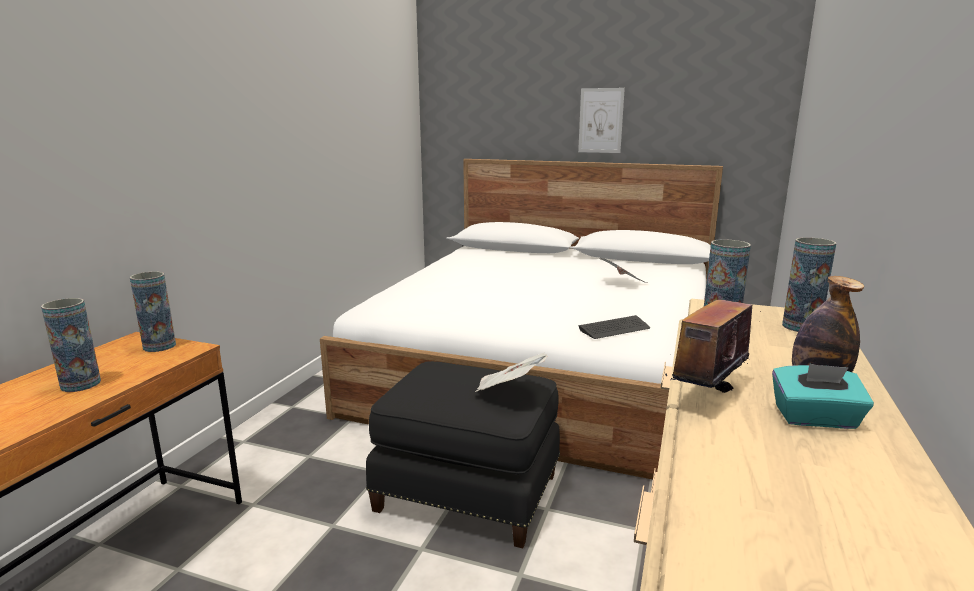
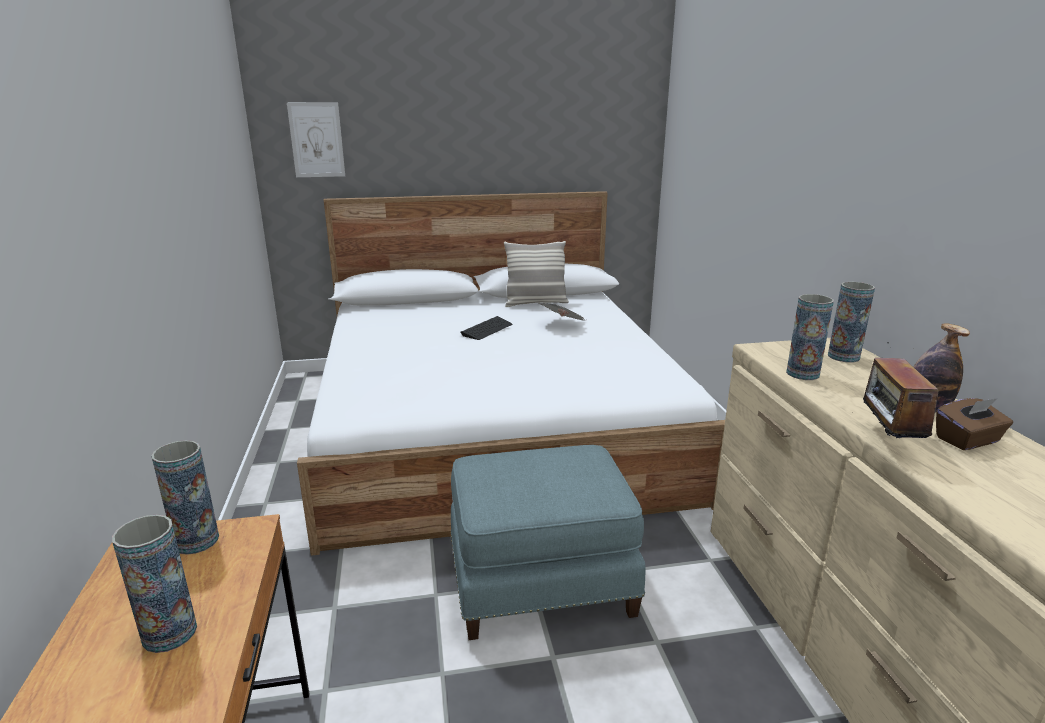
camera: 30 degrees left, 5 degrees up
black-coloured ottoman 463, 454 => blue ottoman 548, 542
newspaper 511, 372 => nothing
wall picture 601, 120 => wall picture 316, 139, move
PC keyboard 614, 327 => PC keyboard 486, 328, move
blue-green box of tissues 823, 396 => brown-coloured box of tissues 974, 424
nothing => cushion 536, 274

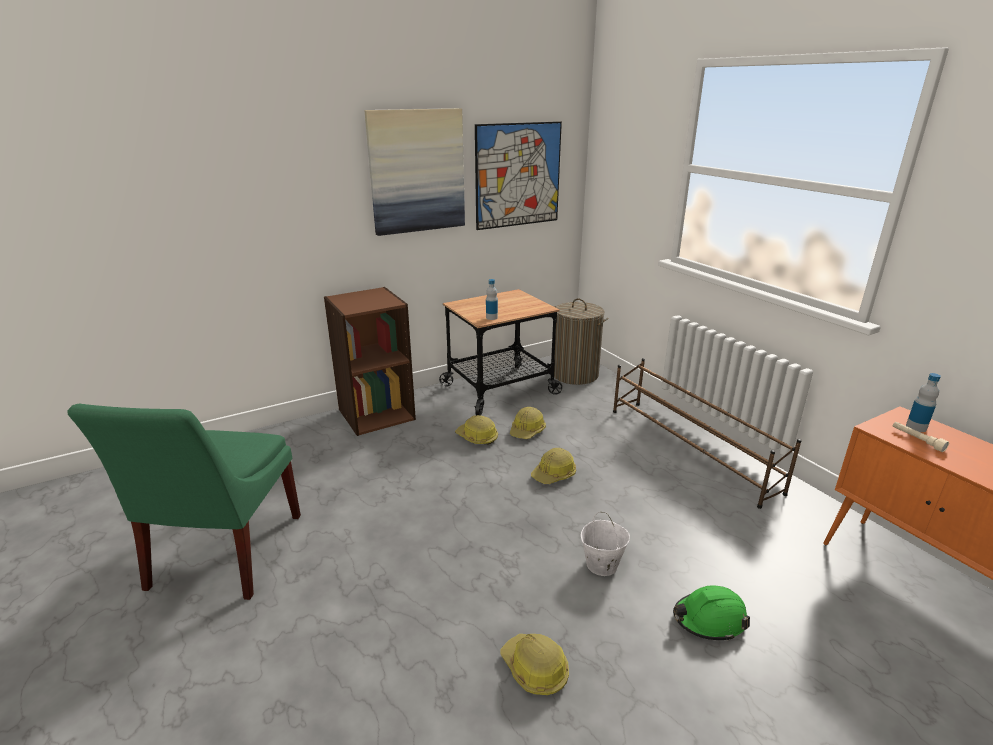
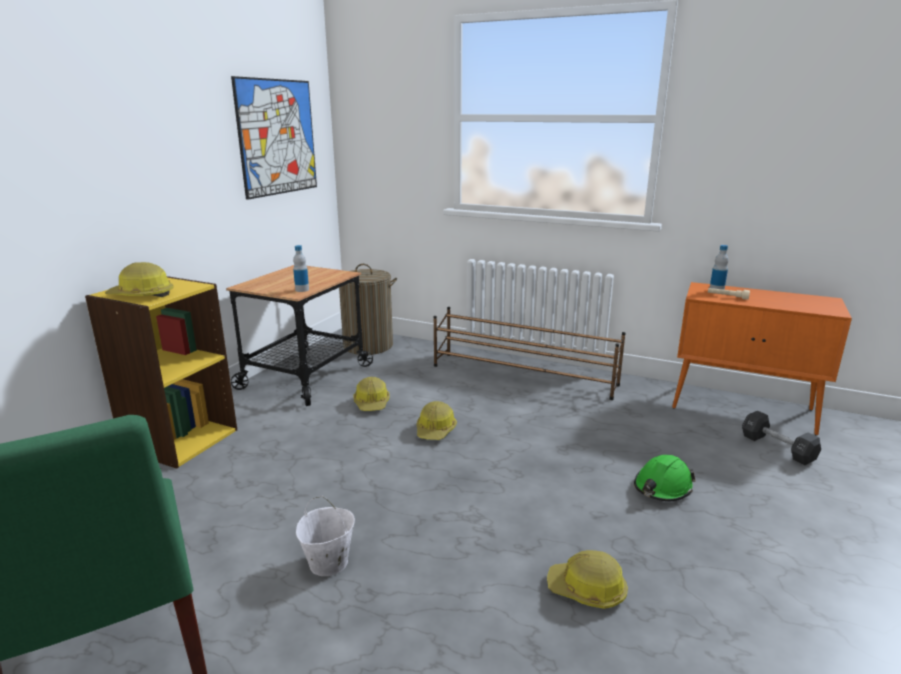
camera: 35 degrees left, 5 degrees down
brown-coloured bookshelf 370, 361 => yellow bookshelf 161, 372
wall picture 415, 172 => nothing
work helmet 476, 430 => work helmet 139, 279, move
white water bucket 605, 544 => white water bucket 325, 536, move
nothing => black-coloured hand weight 781, 438

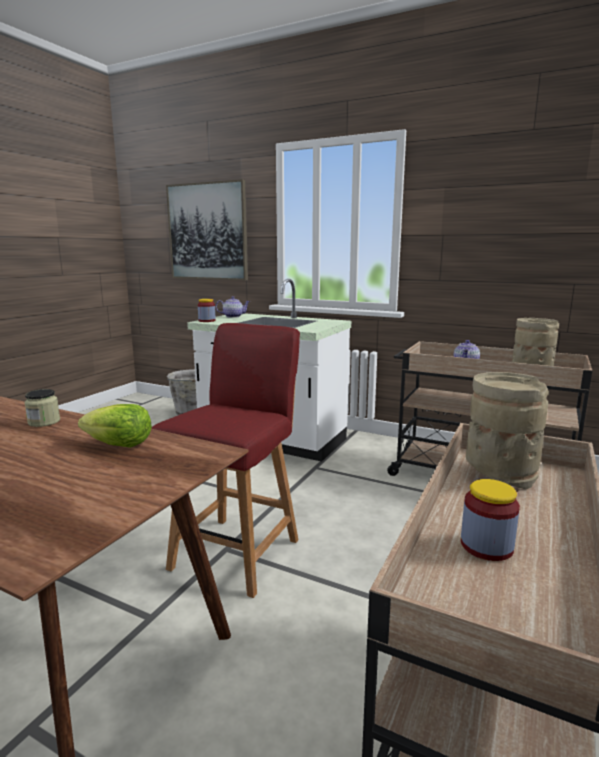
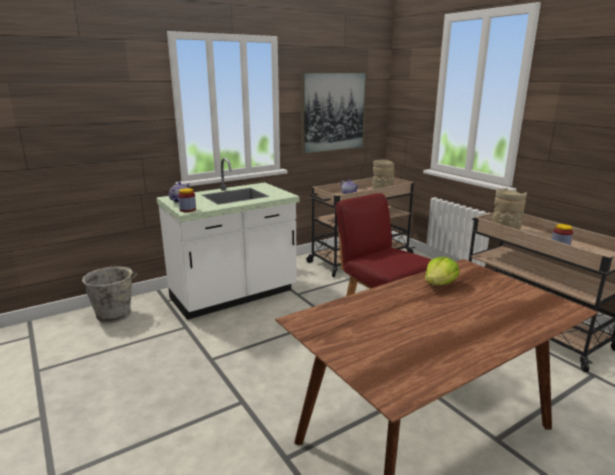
camera: 60 degrees left, 5 degrees up
jar 42, 408 => nothing
wall picture 207, 229 => wall picture 334, 113, move

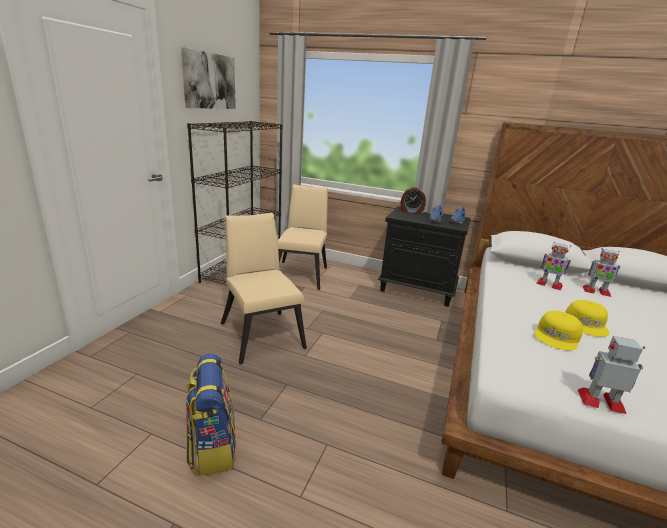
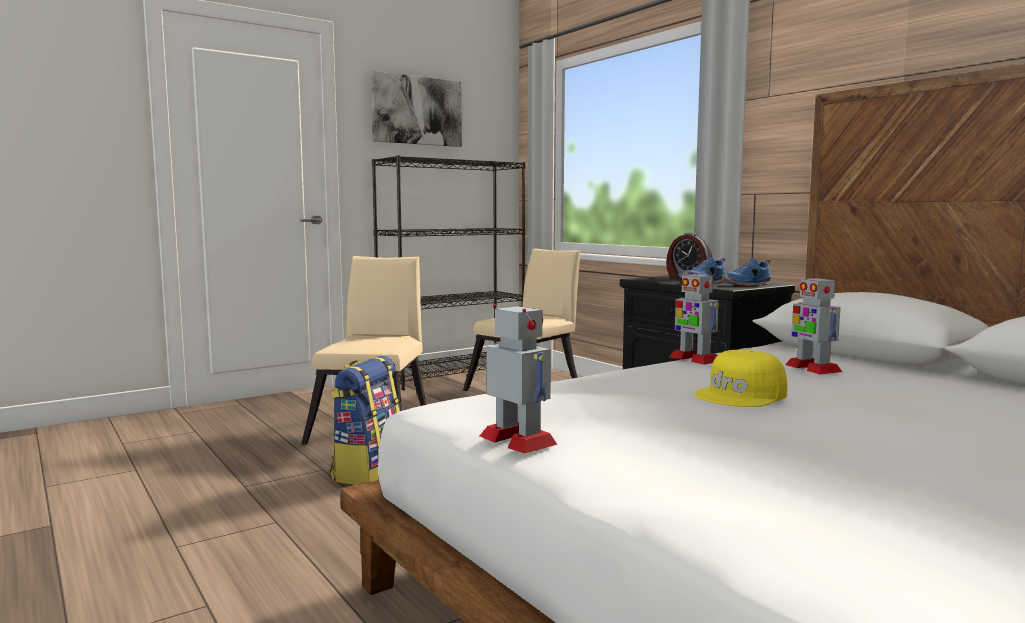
camera: 35 degrees right, 15 degrees down
backpack 211, 415 => backpack 365, 420, move
yellow baseball cap 558, 331 => nothing
model robot 601, 272 => model robot 694, 318, move

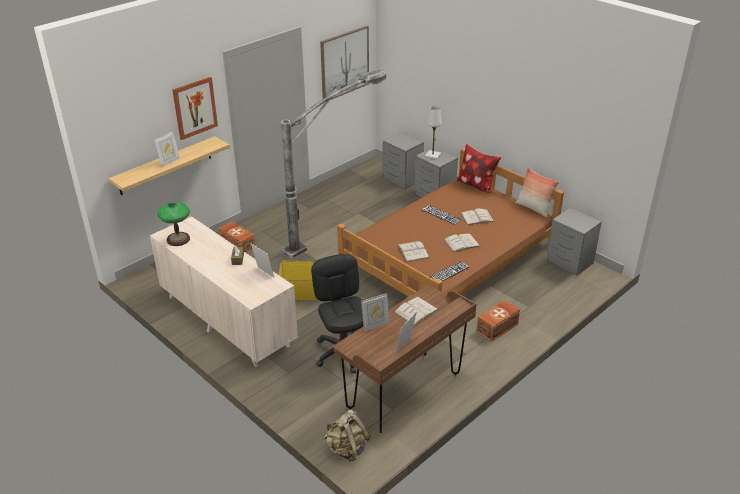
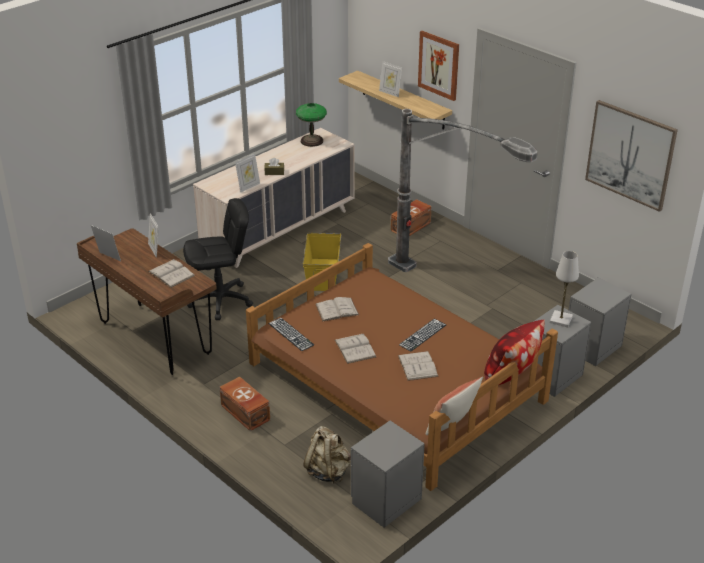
camera: 90 degrees right, 0 degrees up
sand-coloured backpack 347, 435 => sand-coloured backpack 327, 455, move

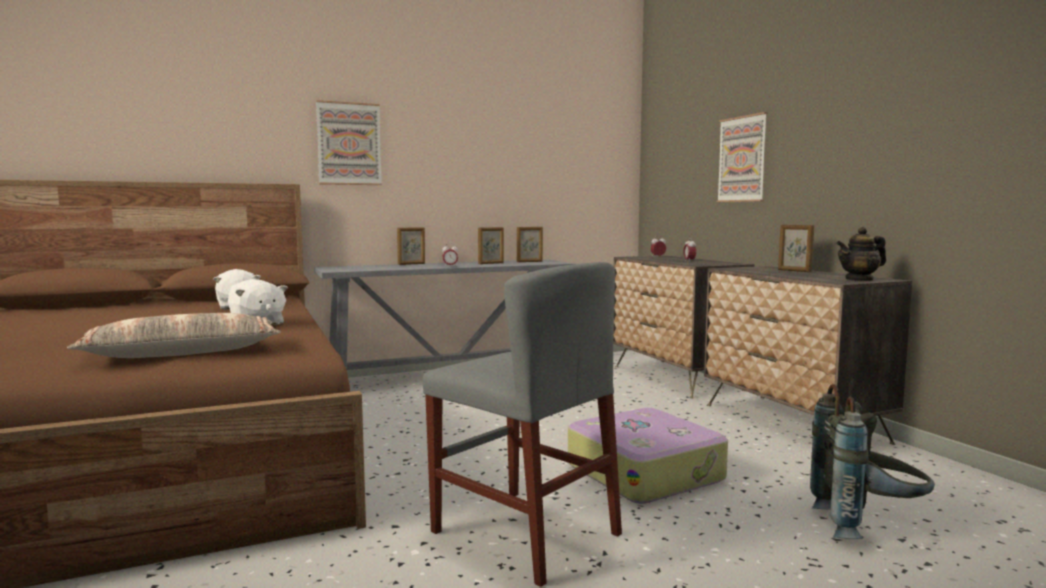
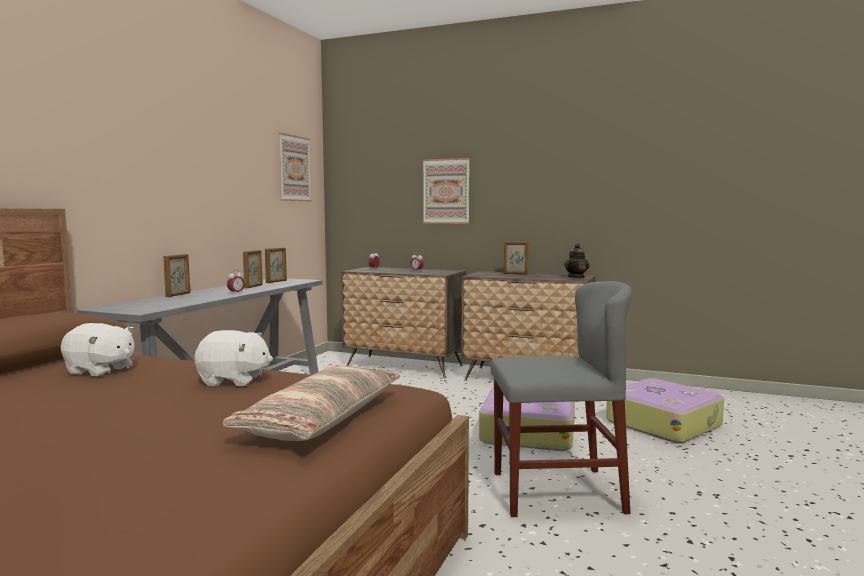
camera: 45 degrees left, 0 degrees up
wall picture 349, 142 => wall picture 295, 167, move
grey backpack 872, 461 => travel case 665, 410

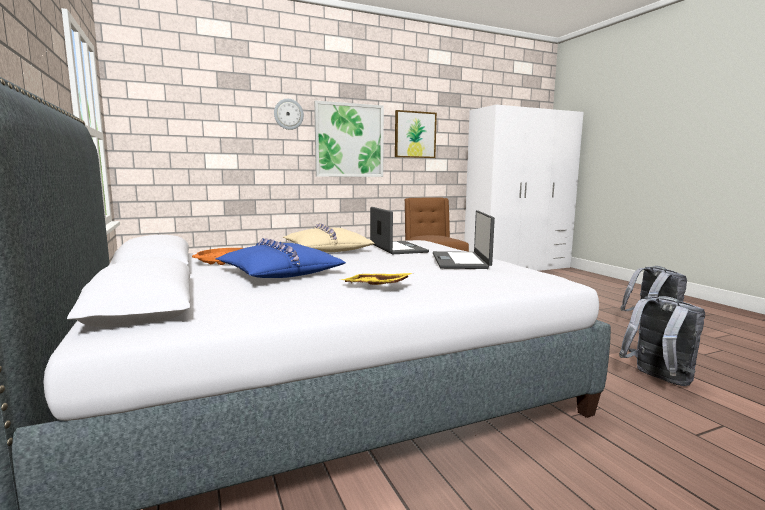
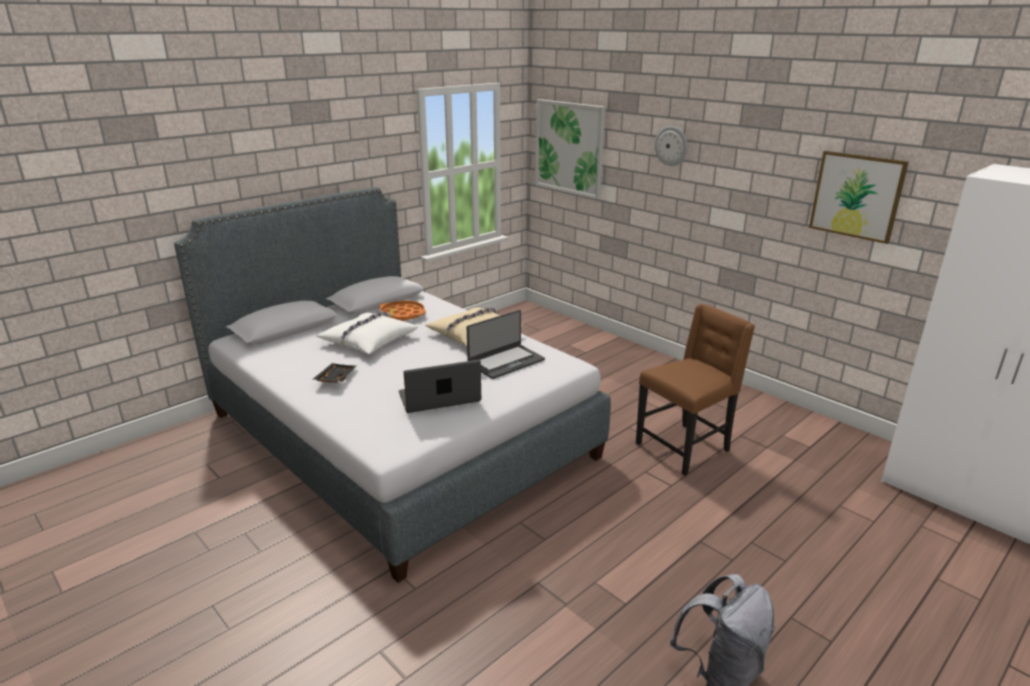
camera: 70 degrees right, 15 degrees up
blue cushion 281, 258 => white cushion 367, 332
wall picture 349, 138 => wall picture 570, 149, move
yellow serving tray 377, 279 => black-coloured serving tray 335, 373
grey backpack 662, 341 => nothing

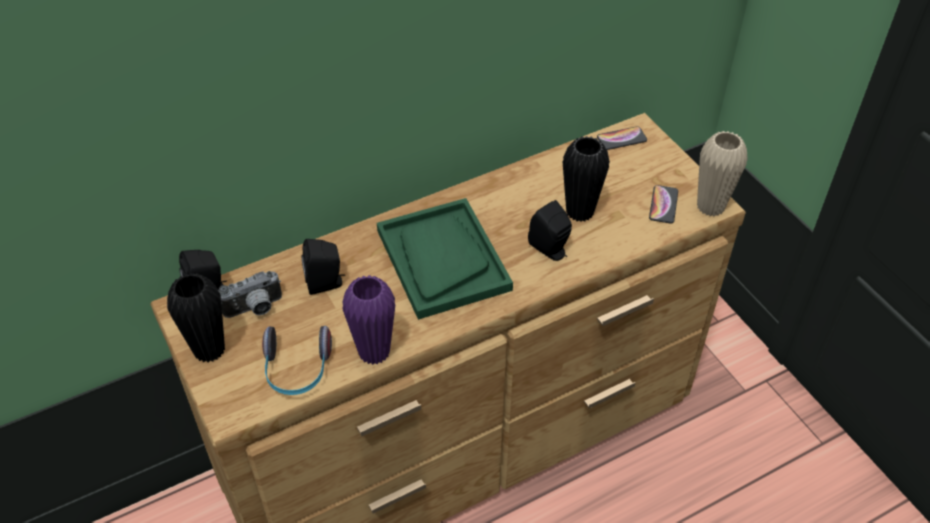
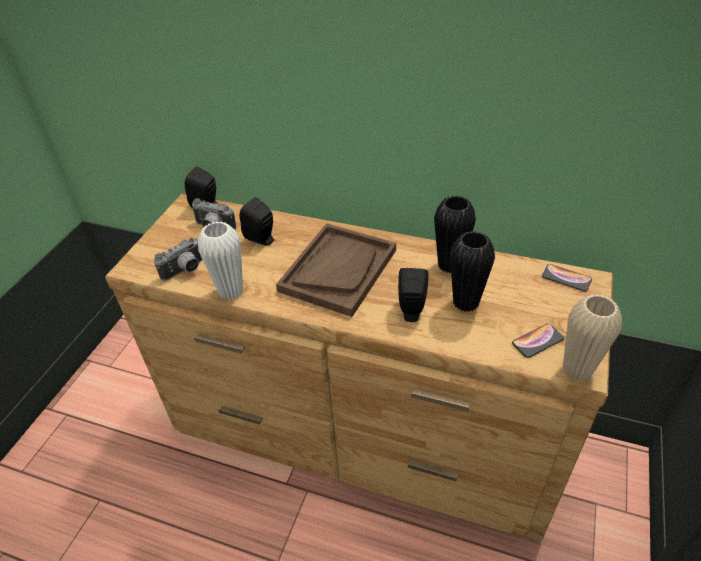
camera: 50 degrees right, 5 degrees down
black-coloured flower vase 196, 318 => black-coloured flower vase 455, 234, move
headphones 297, 360 => still camera 178, 259
purple-coloured flower vase 368, 320 => white flower vase 220, 260
greenish serving tray 445, 259 => brown-coloured serving tray 336, 270

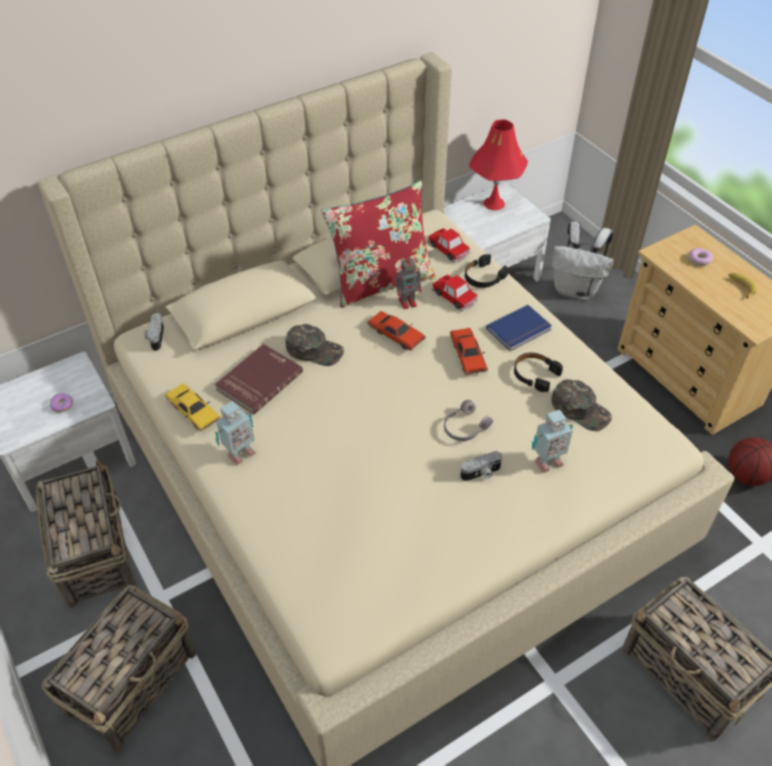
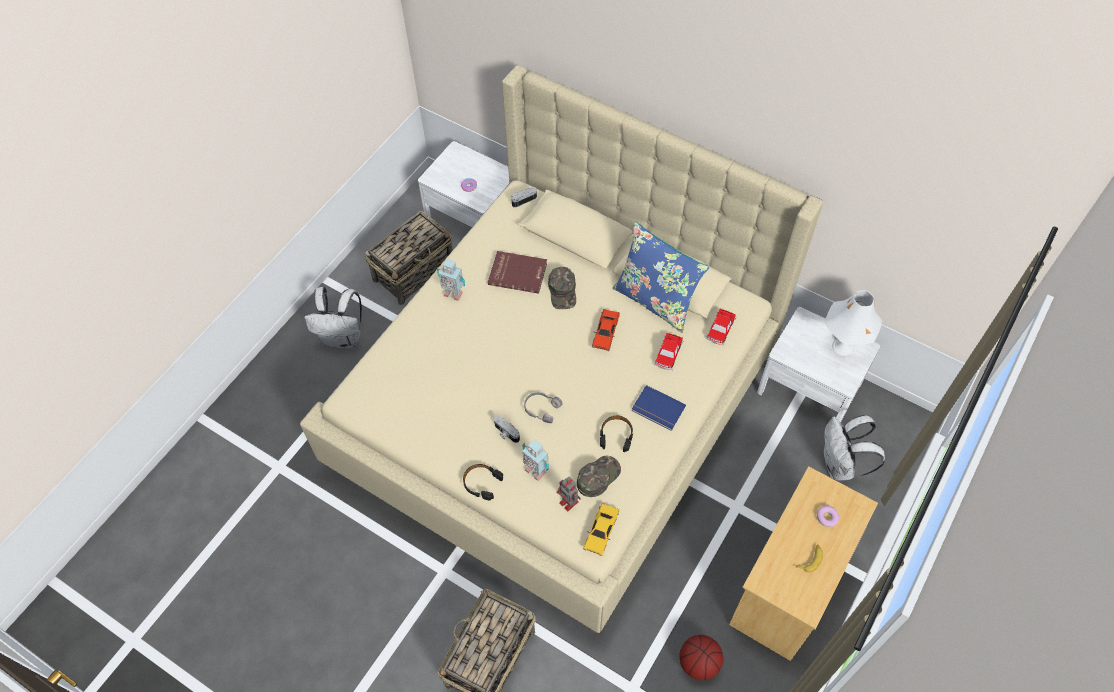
camera: 65 degrees right, 10 degrees up
basket 119, 668 => white backpack 333, 317
yellow model car 193, 407 => yellow model car 601, 529, move
red-coloured cushion 378, 244 => blue cushion 661, 277
model robot 409, 282 => model robot 568, 494, move
red-coloured model car 469, 351 => nothing
black-coloured headphones 486, 271 => black-coloured headphones 483, 482, move
red-coloured table lamp 498, 165 => white table lamp 853, 323
greenish baseball cap 581, 405 => greenish baseball cap 599, 476, 150 degrees counterclockwise

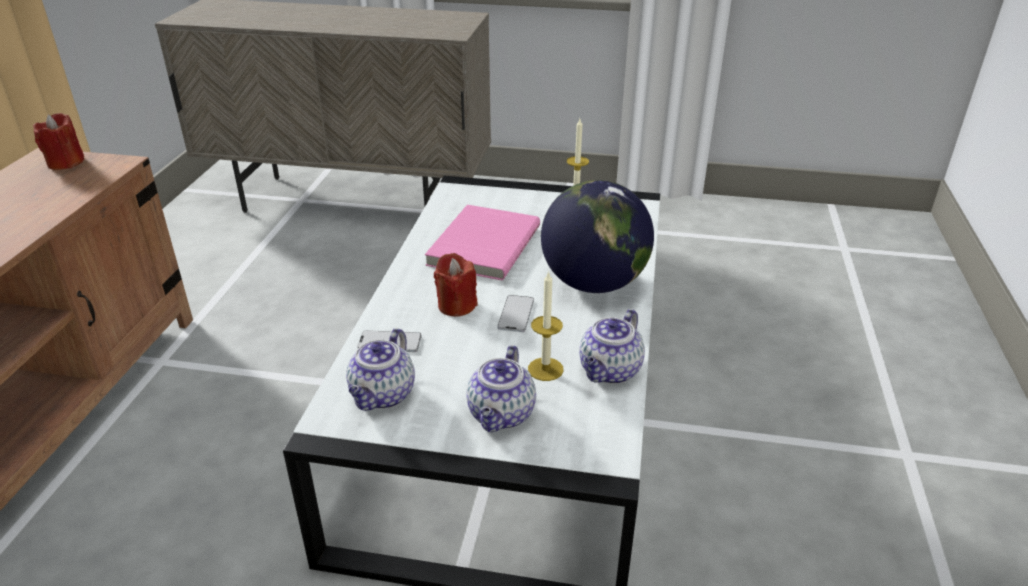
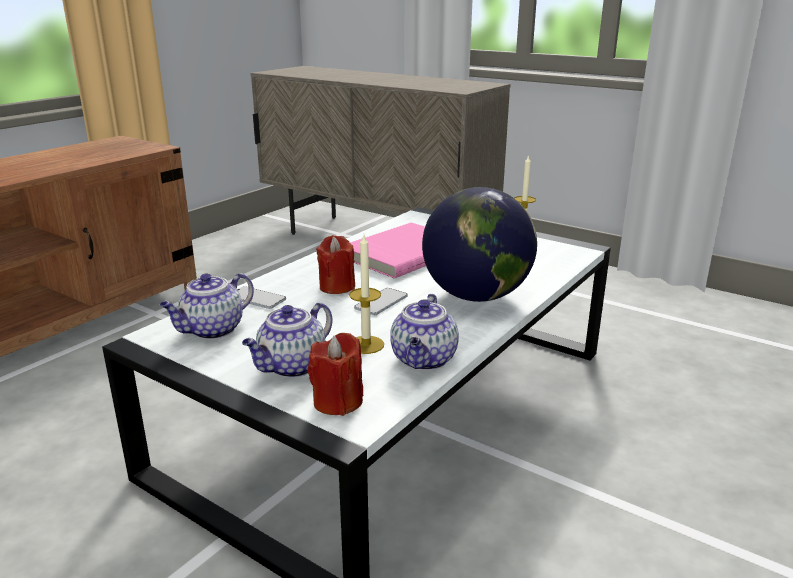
camera: 25 degrees right, 10 degrees down
red-coloured wax candle 58, 141 => red-coloured wax candle 335, 374, move
tea pot 612, 346 => tea pot 424, 332, 45 degrees counterclockwise

